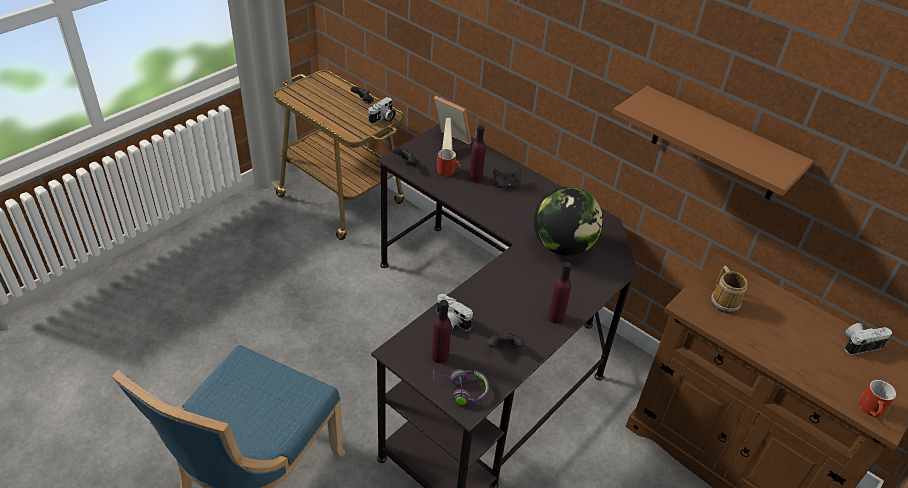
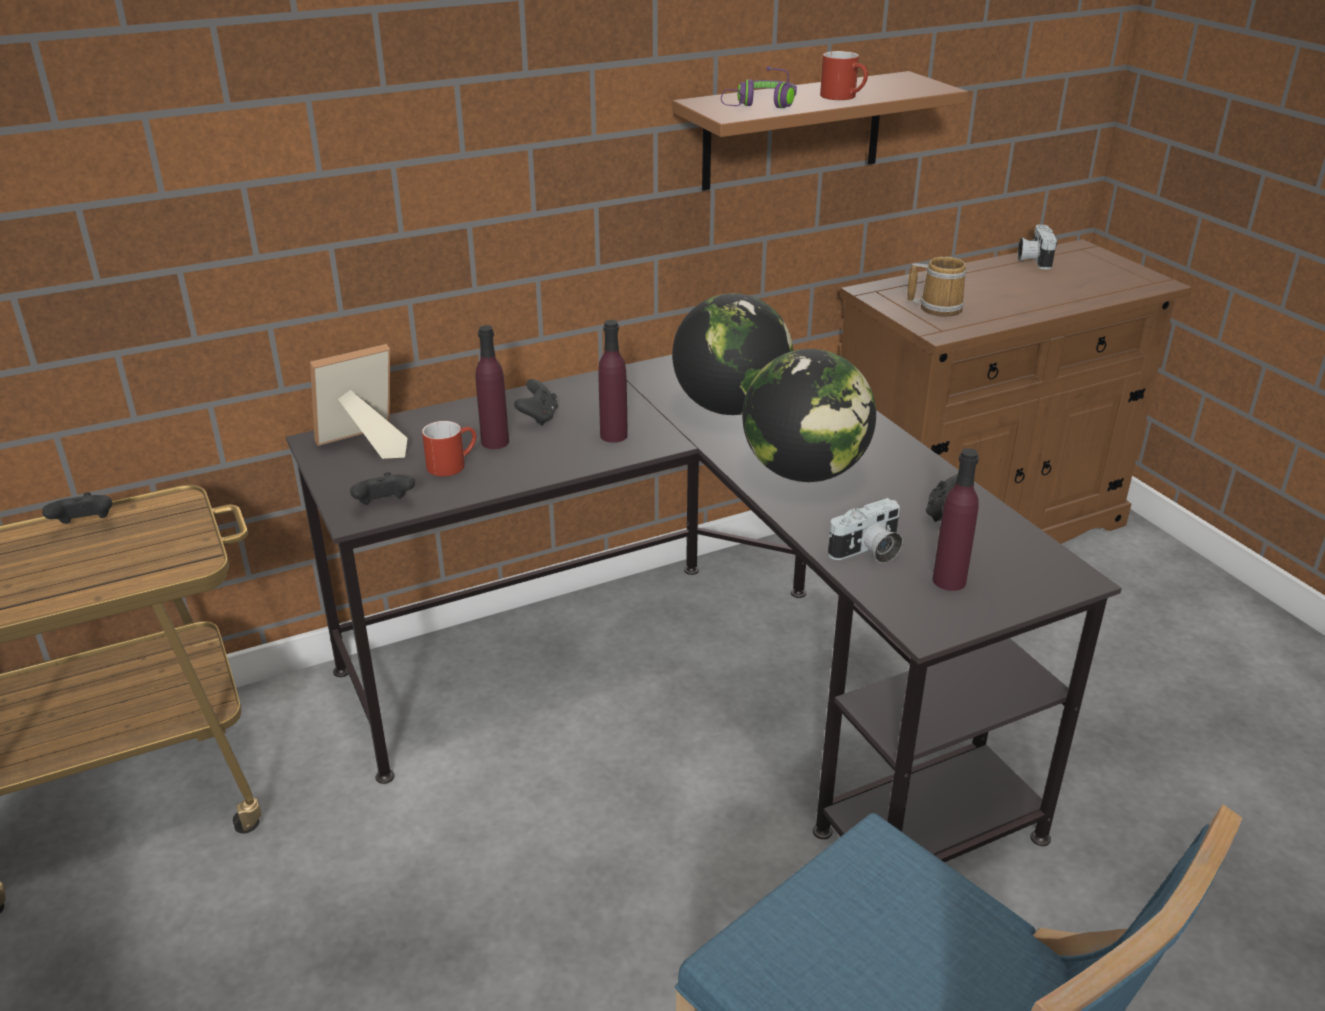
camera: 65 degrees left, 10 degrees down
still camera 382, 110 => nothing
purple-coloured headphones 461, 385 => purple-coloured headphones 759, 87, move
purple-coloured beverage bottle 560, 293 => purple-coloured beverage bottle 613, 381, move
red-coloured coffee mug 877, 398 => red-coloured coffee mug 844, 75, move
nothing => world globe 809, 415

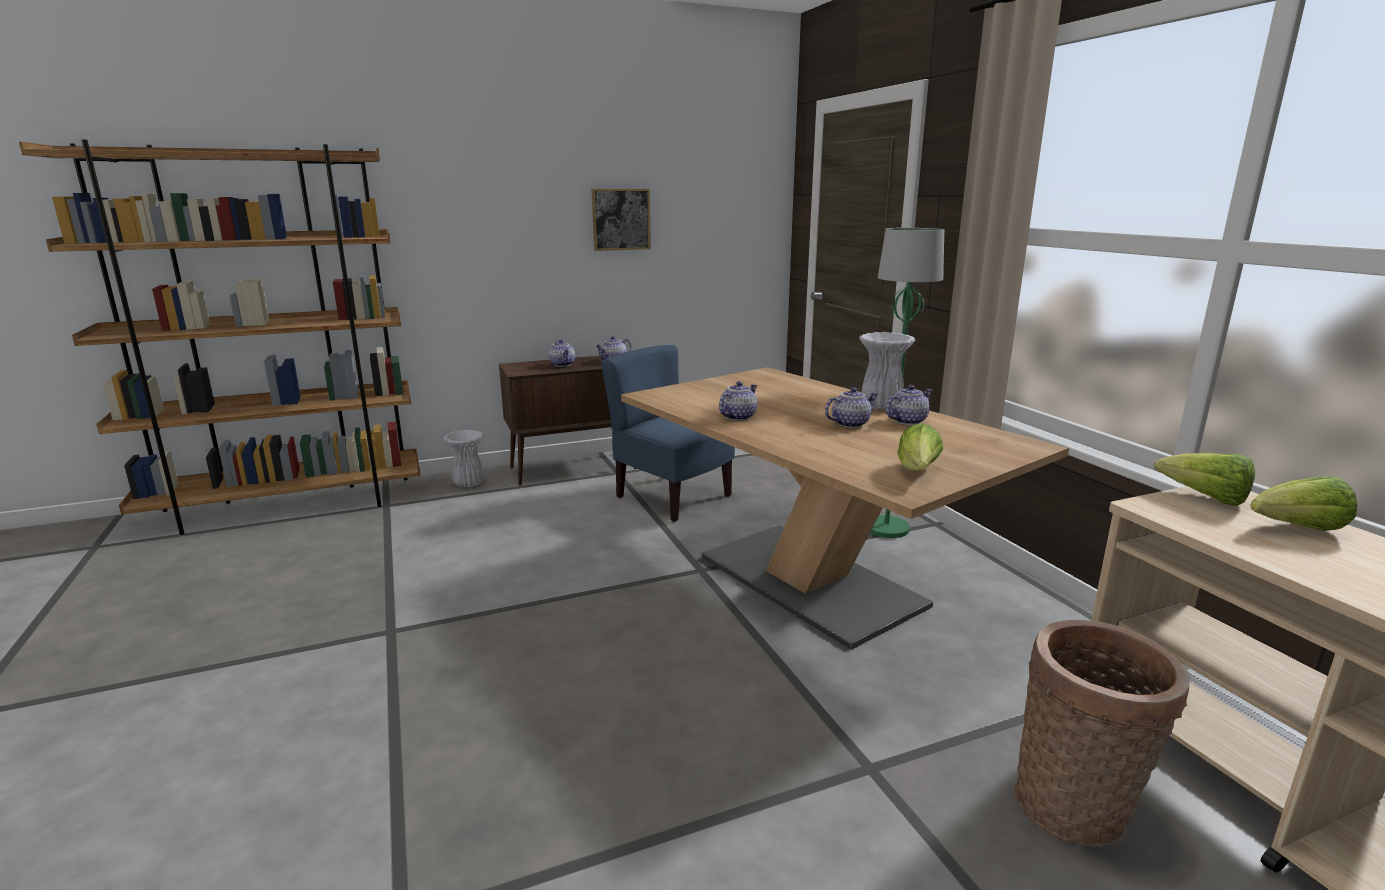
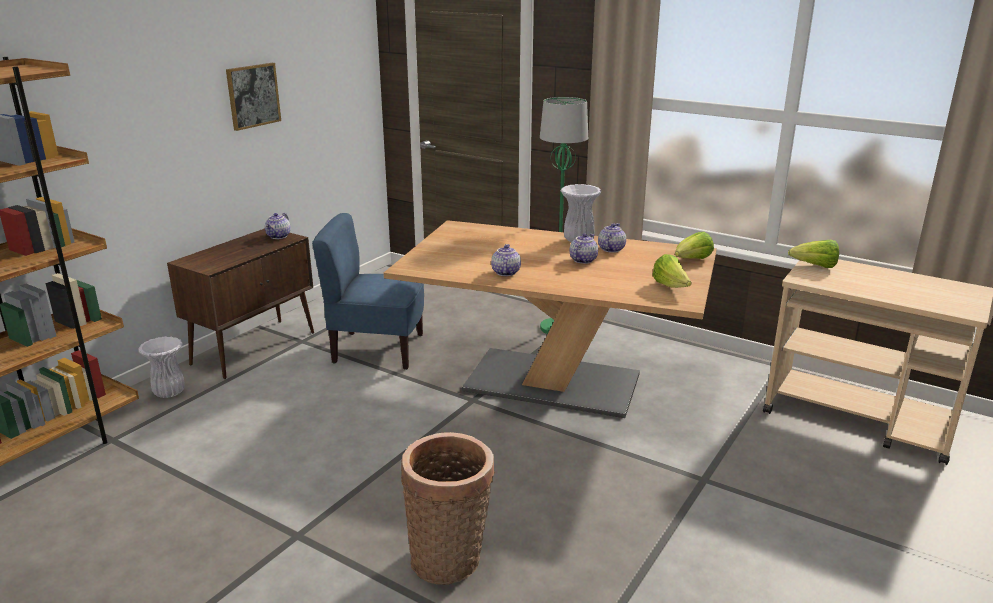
camera: 35 degrees left, 5 degrees up
tea pot 562, 353 => nothing
basket 1102, 733 => basket 448, 508, move
lettuce head 1303, 503 => lettuce head 694, 245, move

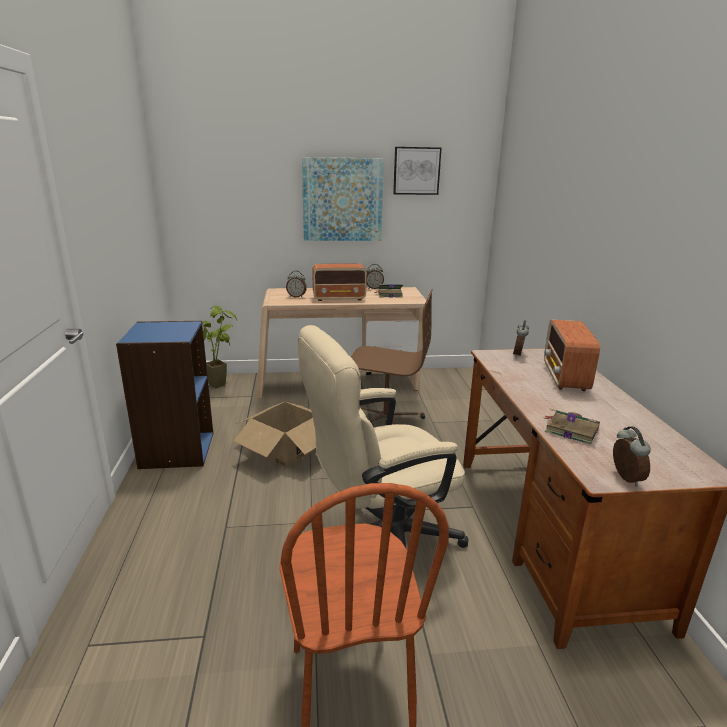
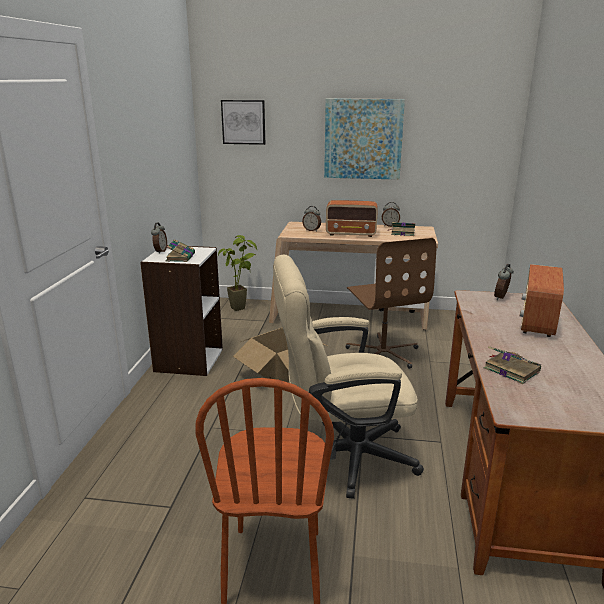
camera: 15 degrees right, 0 degrees up
blue bookshelf 164, 395 => white bookshelf 181, 310
brown-coloured computer chair 392, 356 => brown-coloured computer chair 391, 303, 45 degrees clockwise
wall picture 417, 171 => wall picture 243, 122, move
table clock 632, 456 => table clock 159, 238, move
nothing => volume 180, 250

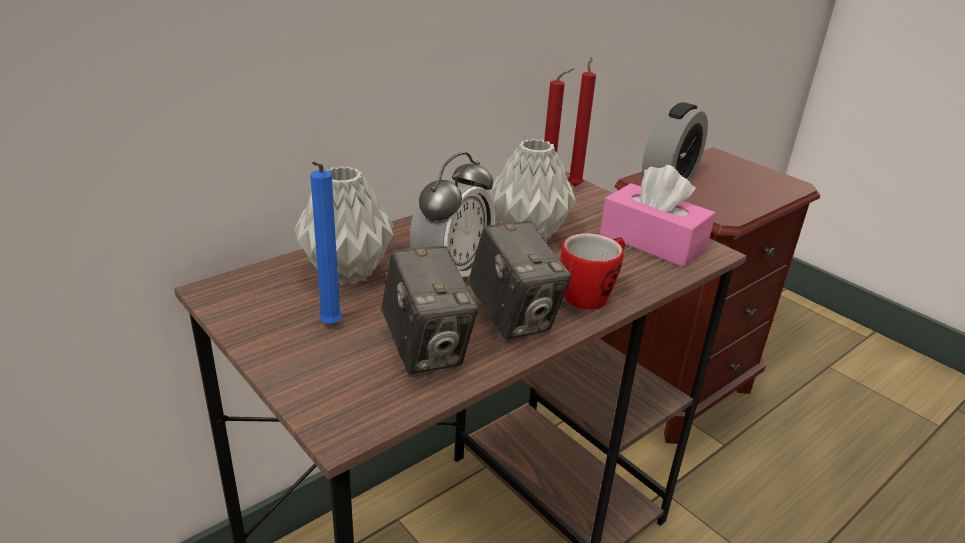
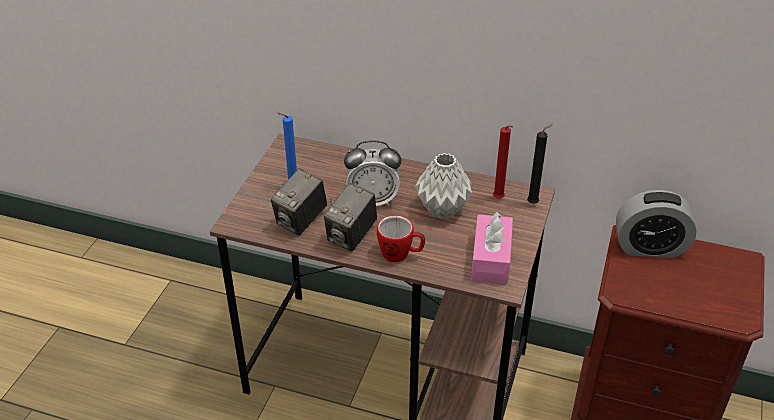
camera: 60 degrees right, 10 degrees up
grey flower vase 343, 225 => nothing
red-coloured wax candle 582, 121 => black-coloured wax candle 540, 164

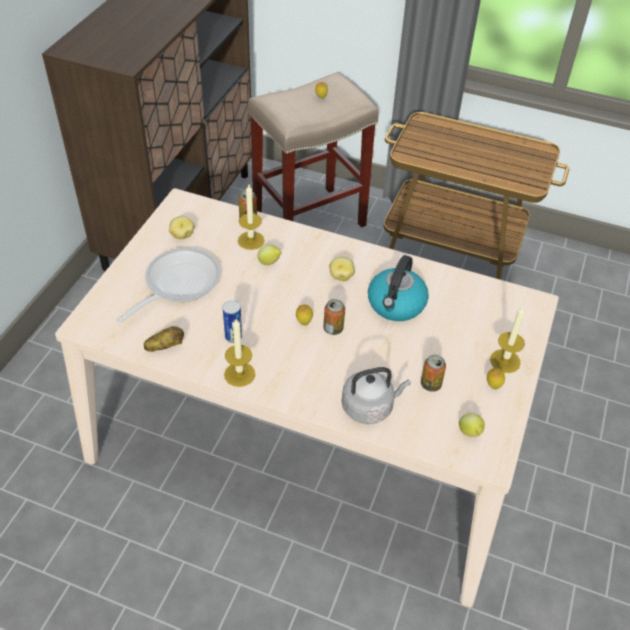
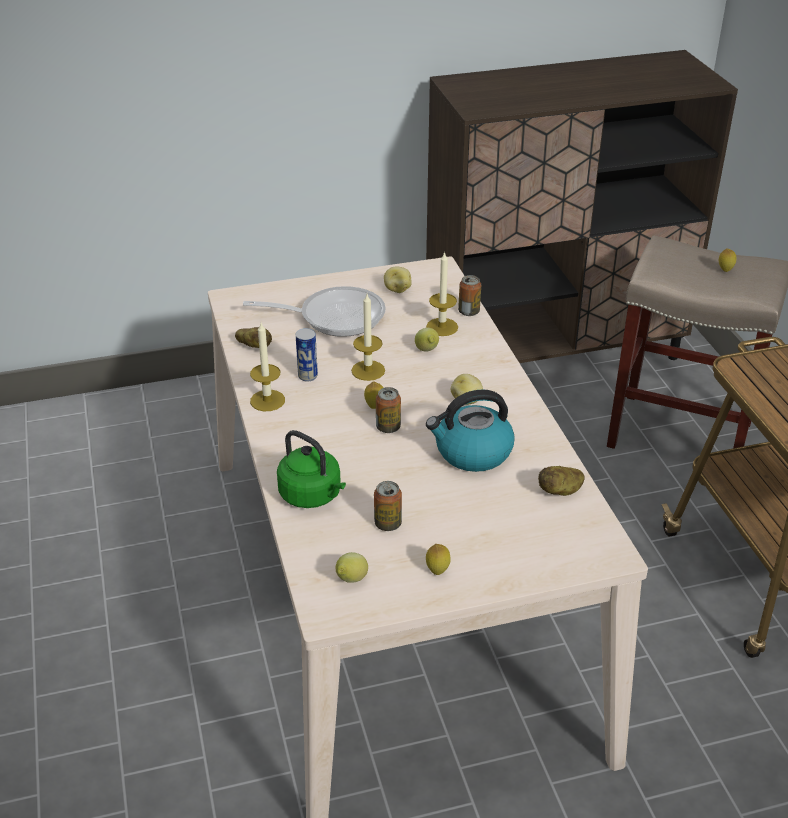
camera: 55 degrees right, 10 degrees down
grey water kettle 376, 395 => greenish water kettle 311, 469
wax candle 507, 339 => wax candle 368, 337, move
nothing => spud 561, 481

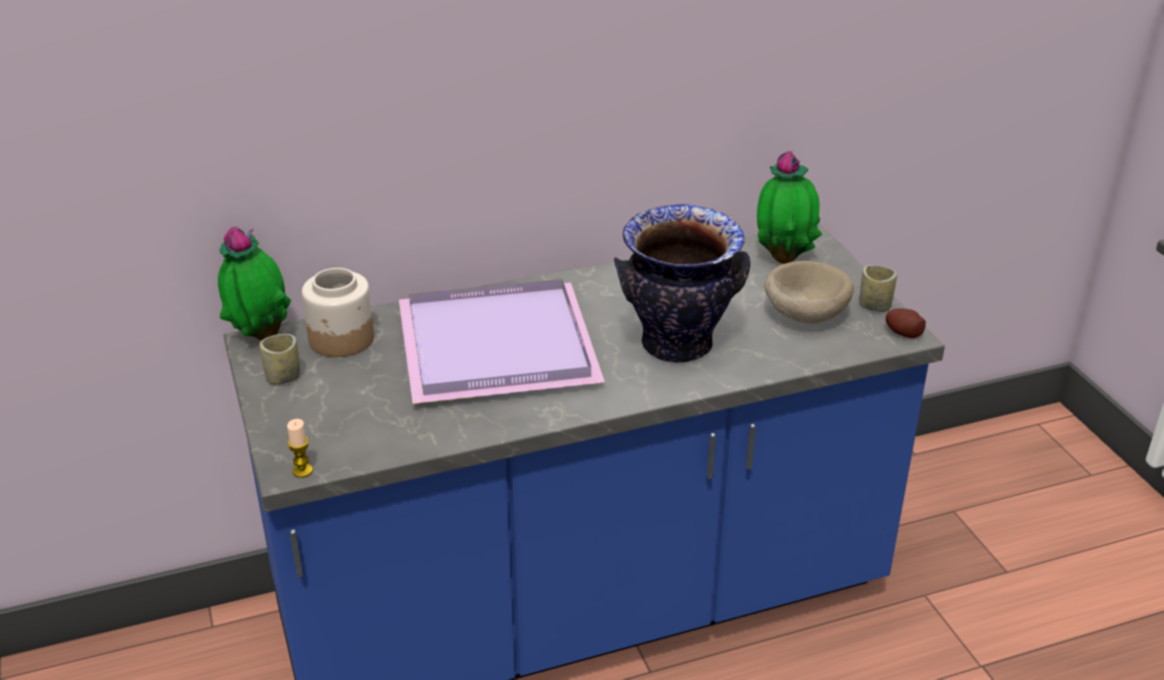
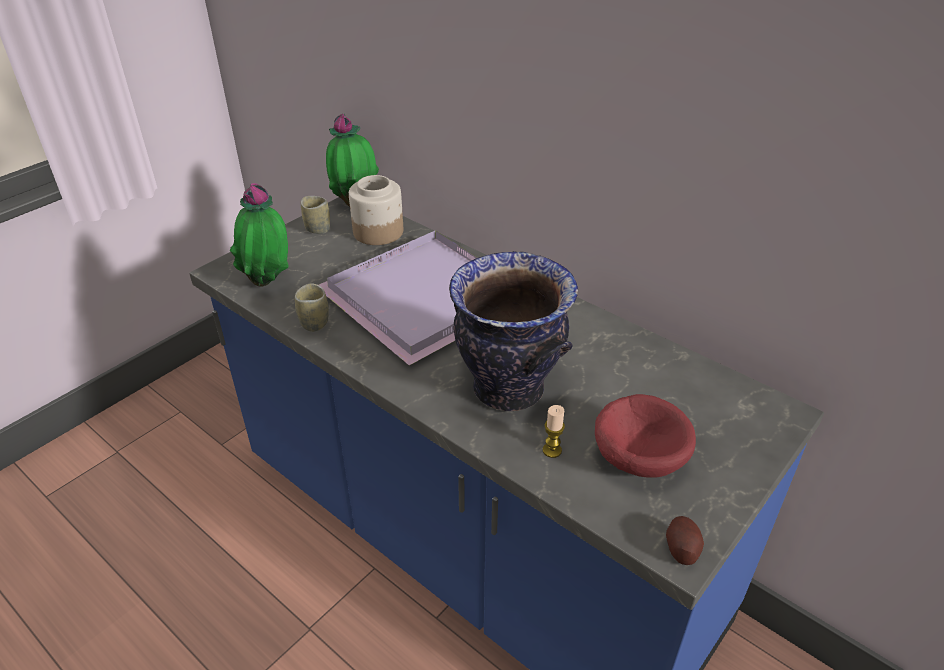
camera: 60 degrees right, 5 degrees up
wax candle 300, 448 => wax candle 554, 431, move
plant in a pot 789, 207 => plant in a pot 259, 235, move
sand-coloured bowl 809, 292 => red-coloured bowl 645, 436
drinking cup 878, 288 => drinking cup 312, 307, move

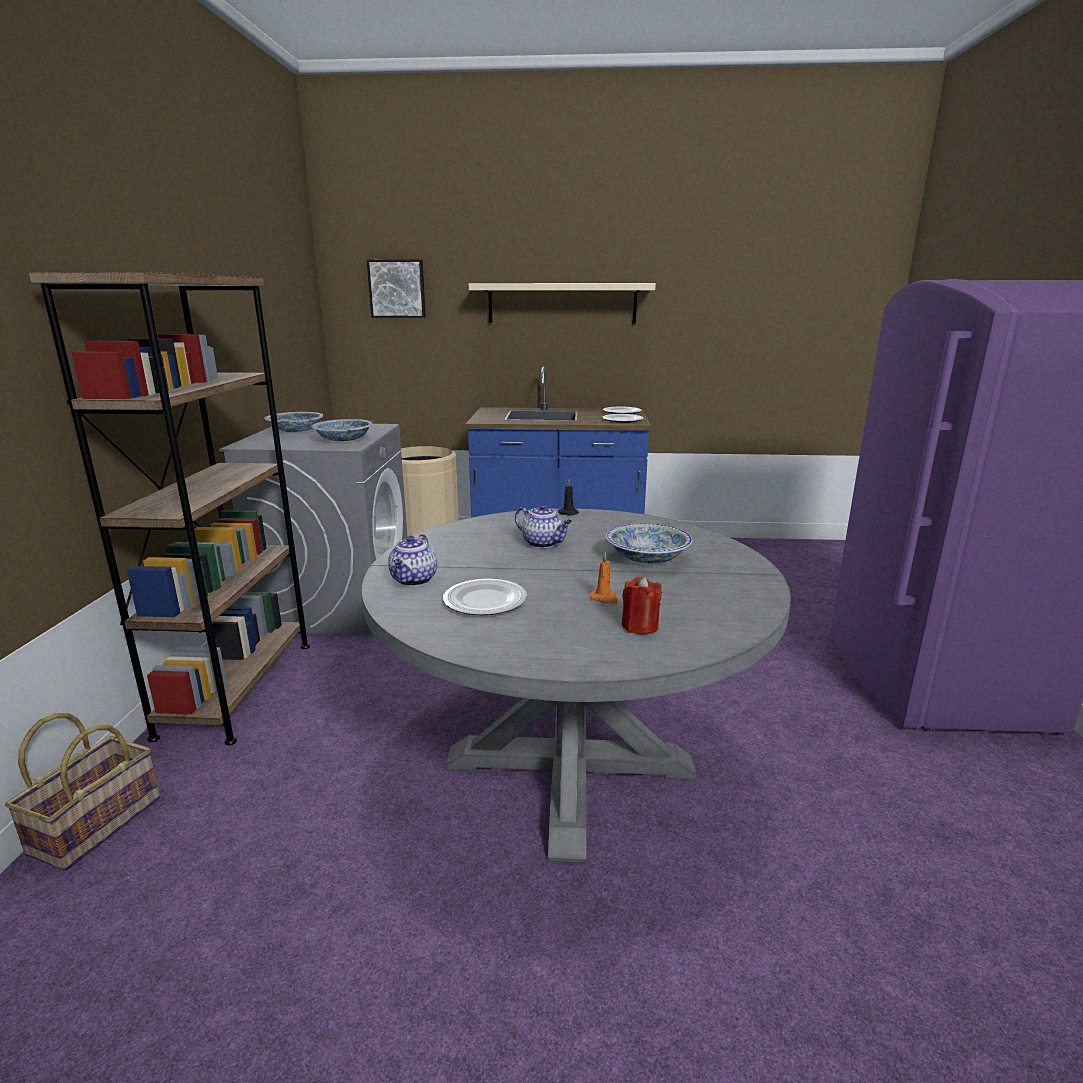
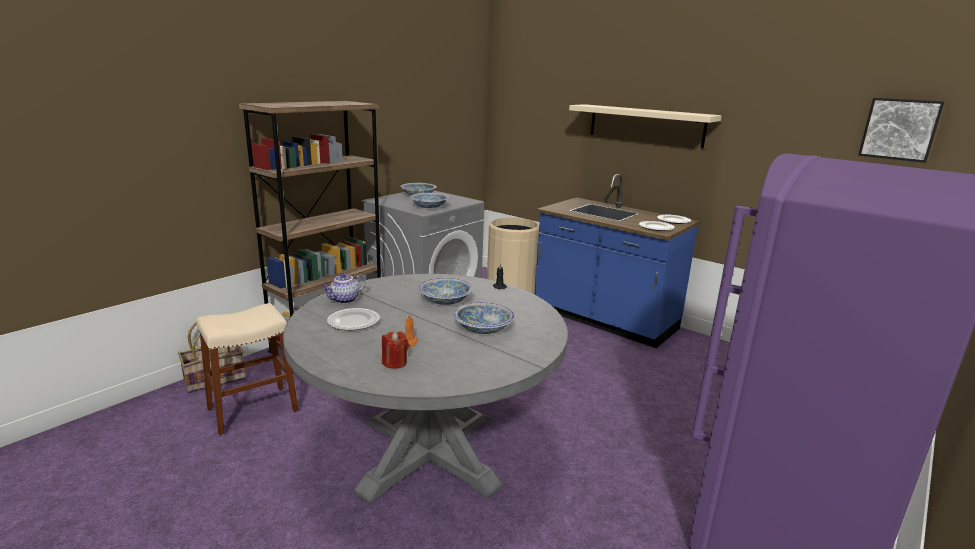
camera: 35 degrees right, 0 degrees up
wall picture 396, 288 => wall picture 901, 130, move
tea pot 543, 526 => bowl 445, 291
nothing => sand-coloured stool 247, 369

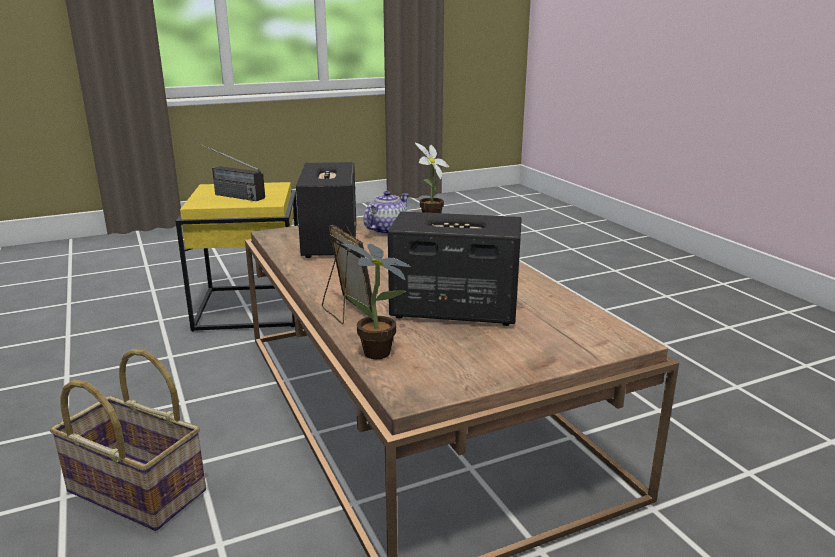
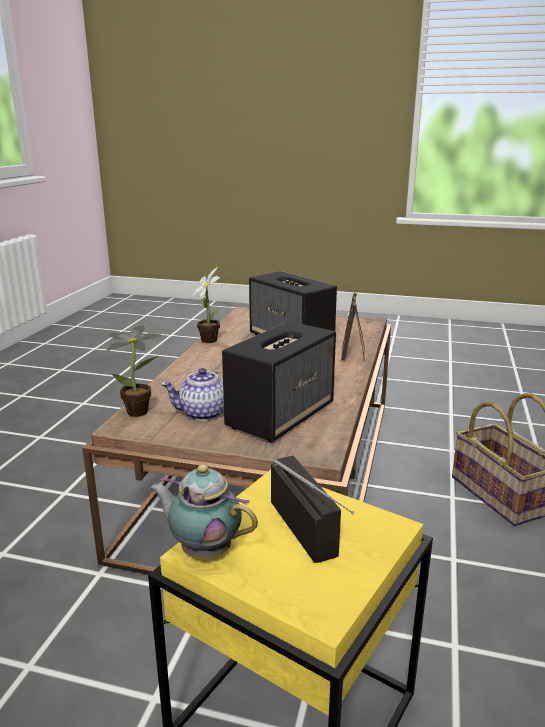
camera: 140 degrees left, 0 degrees up
plant in a pot 376, 301 => plant in a pot 205, 305, move
nothing => tea pot 204, 511

